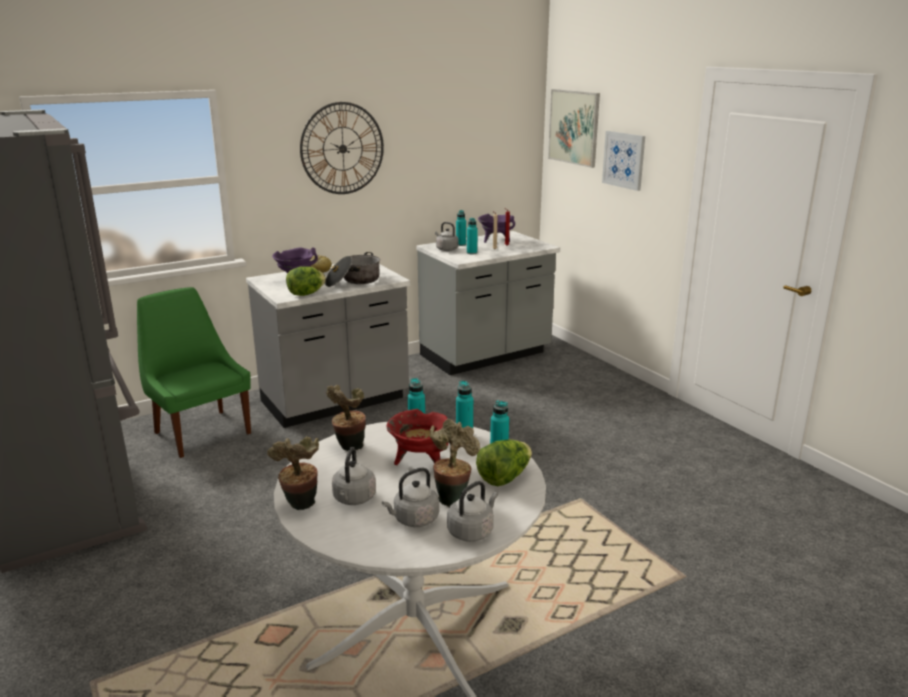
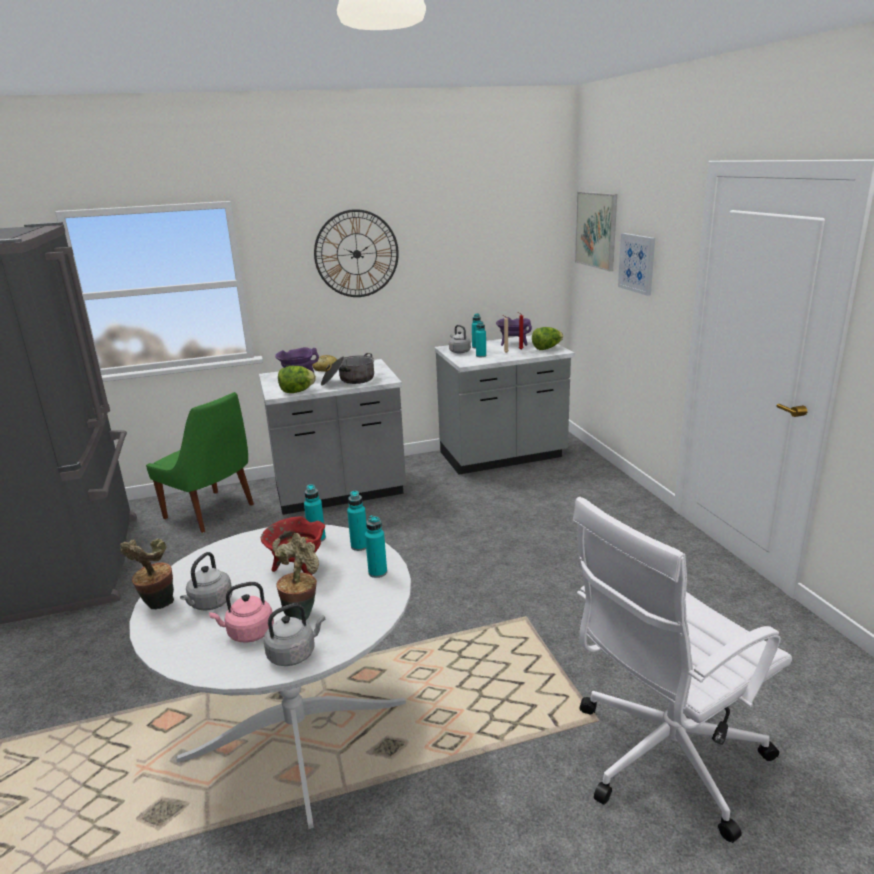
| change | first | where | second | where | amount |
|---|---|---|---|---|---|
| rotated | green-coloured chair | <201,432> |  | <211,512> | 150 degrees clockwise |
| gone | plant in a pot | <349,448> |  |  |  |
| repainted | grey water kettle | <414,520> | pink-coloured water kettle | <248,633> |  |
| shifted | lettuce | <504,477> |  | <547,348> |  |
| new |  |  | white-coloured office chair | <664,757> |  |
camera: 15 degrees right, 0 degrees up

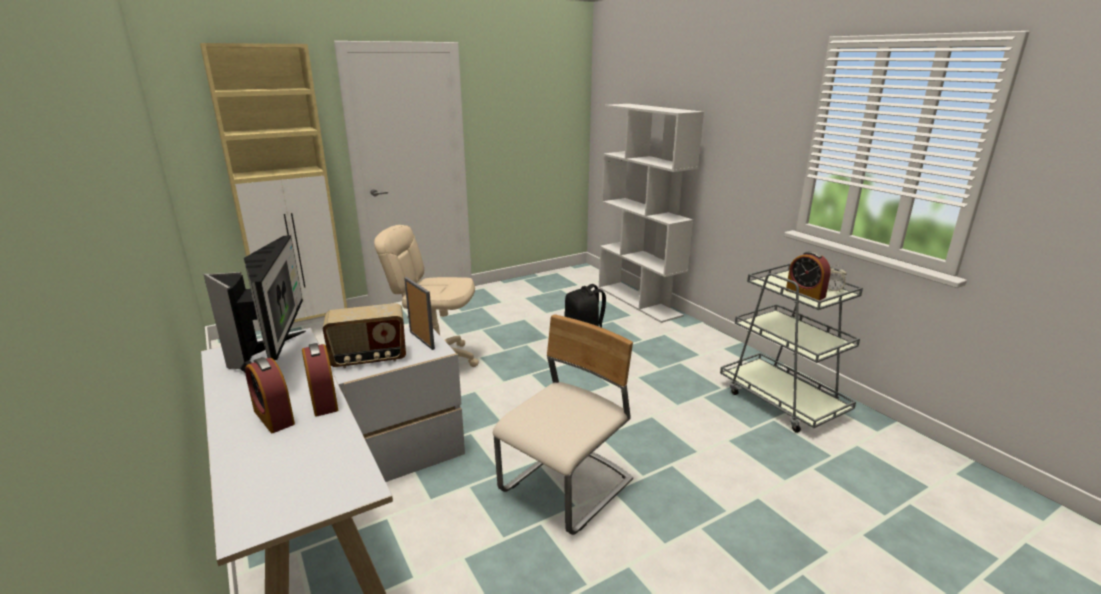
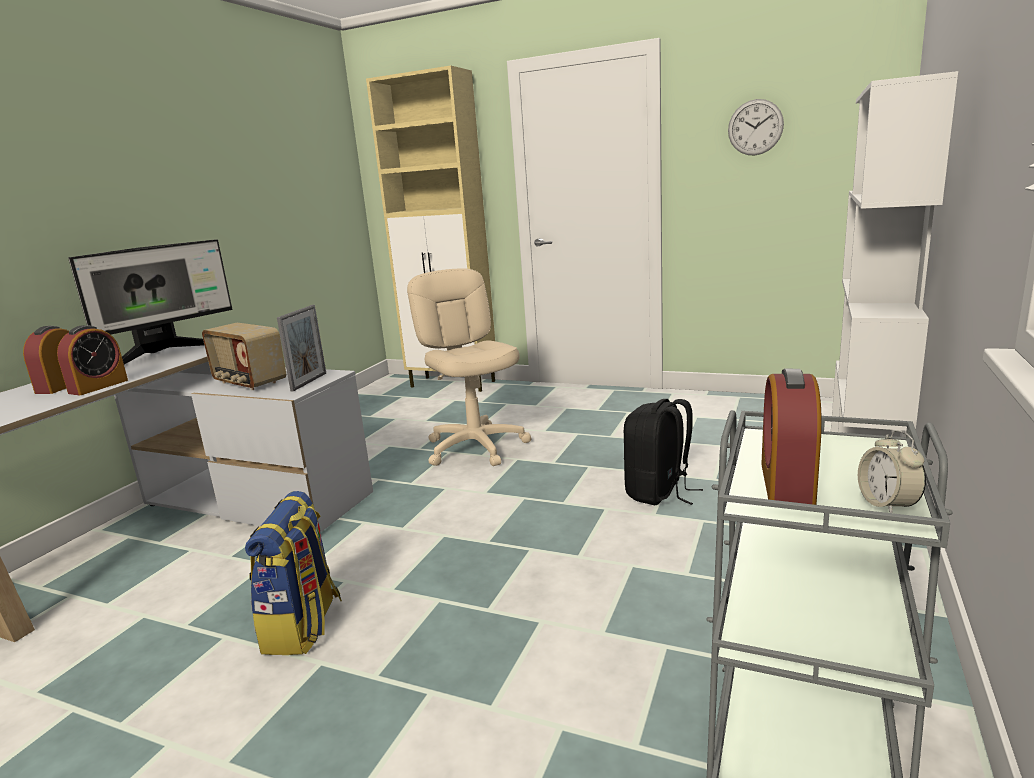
| change | first | where | second | where | amount |
|---|---|---|---|---|---|
| swapped | sand-coloured chair | <567,488> | knapsack | <303,626> |  |
| new |  |  | clock on the wall | <755,127> |  |
camera: 55 degrees right, 5 degrees down

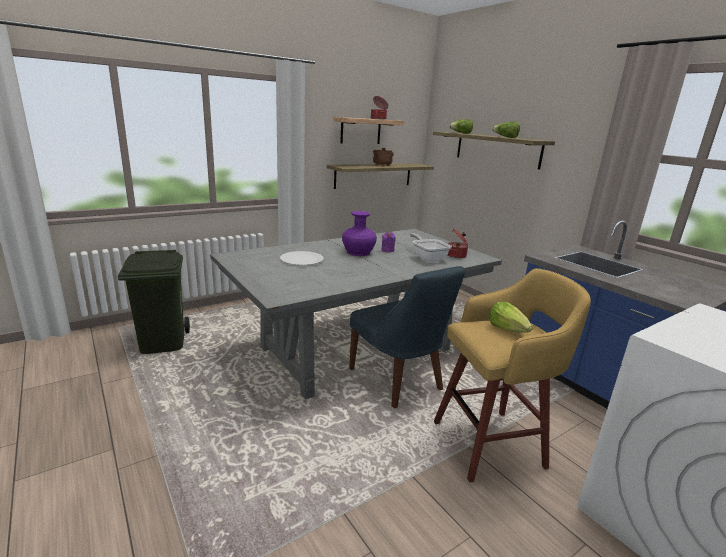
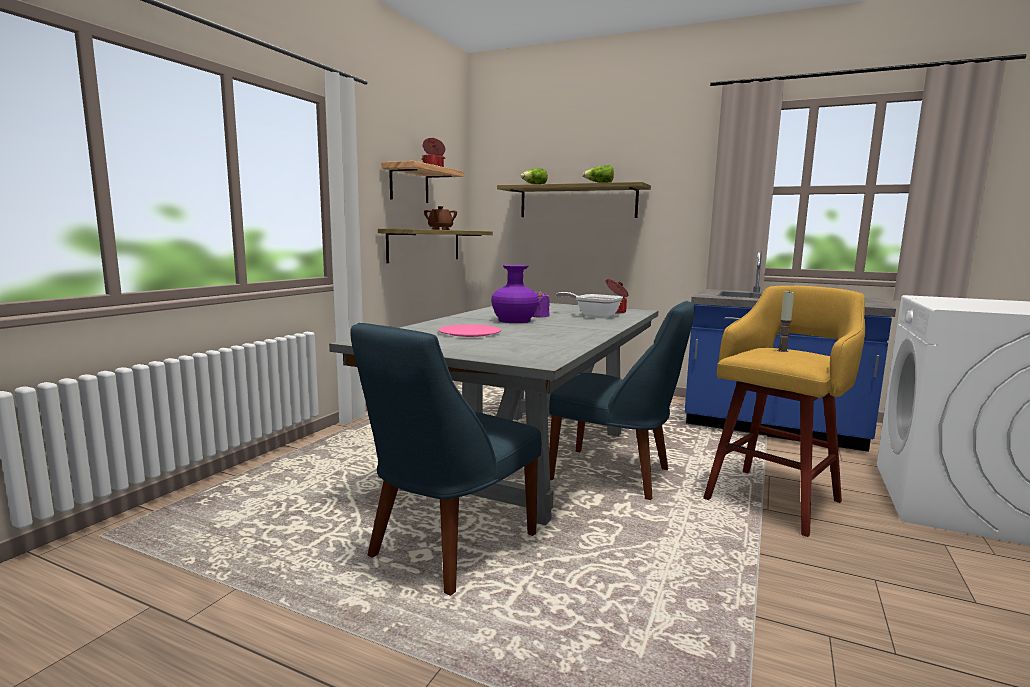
| change | first | where | second | where | amount |
|---|---|---|---|---|---|
| gone | green-coloured rubbish bin | <162,343> |  |  |  |
| repainted | white-coloured dinner plate | <301,260> | pink-coloured dinner plate | <469,333> |  |
| swapped | lettuce | <508,329> | candle | <782,351> |  |
| new |  |  | blue chair | <447,548> |  |
camera: 30 degrees left, 10 degrees down

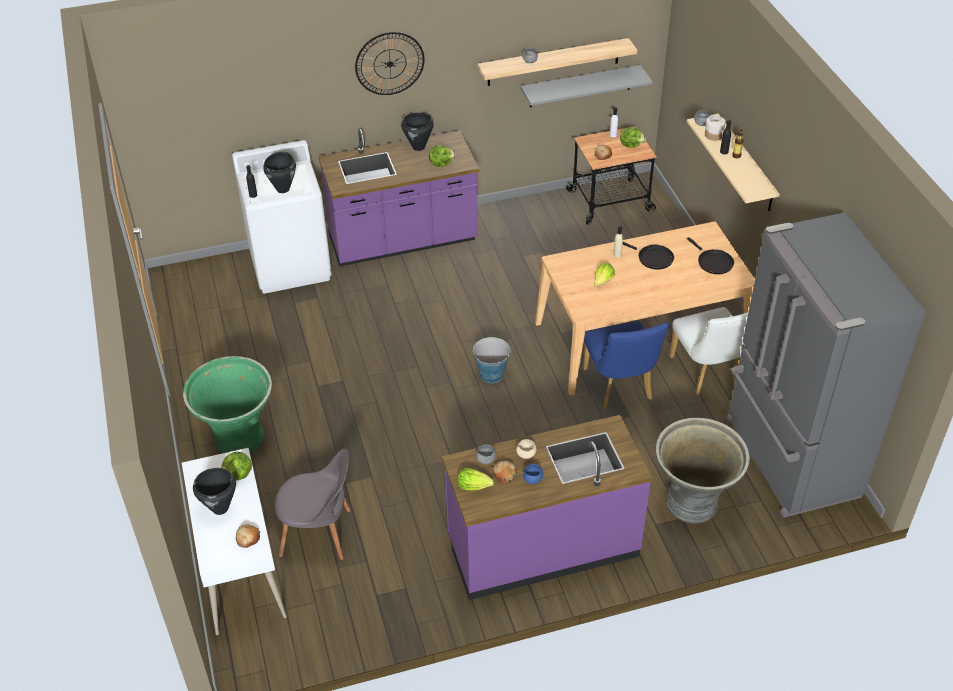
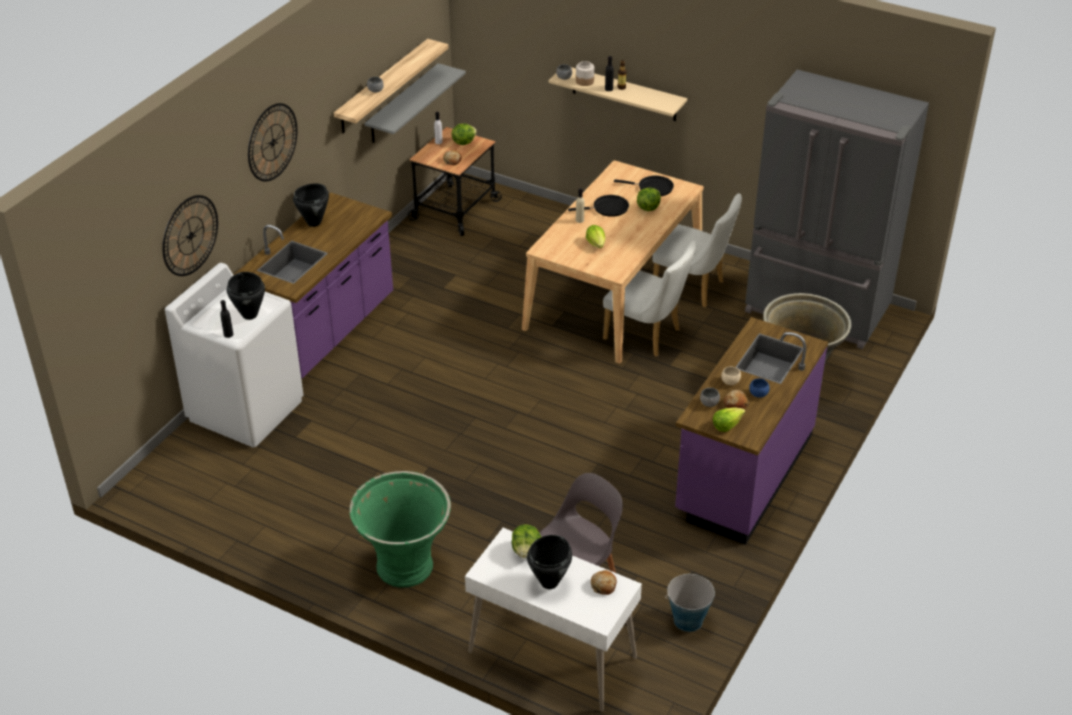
| change | first | where | second | where | amount |
|---|---|---|---|---|---|
| shifted | lettuce | <441,163> |  | <648,207> |  |
| shifted | pail | <491,374> |  | <687,620> |  |
| repainted | blue chair | <620,388> | white-coloured chair | <647,336> |  |
| new |  |  | clock on the wall | <190,235> |  |
camera: 45 degrees left, 5 degrees down

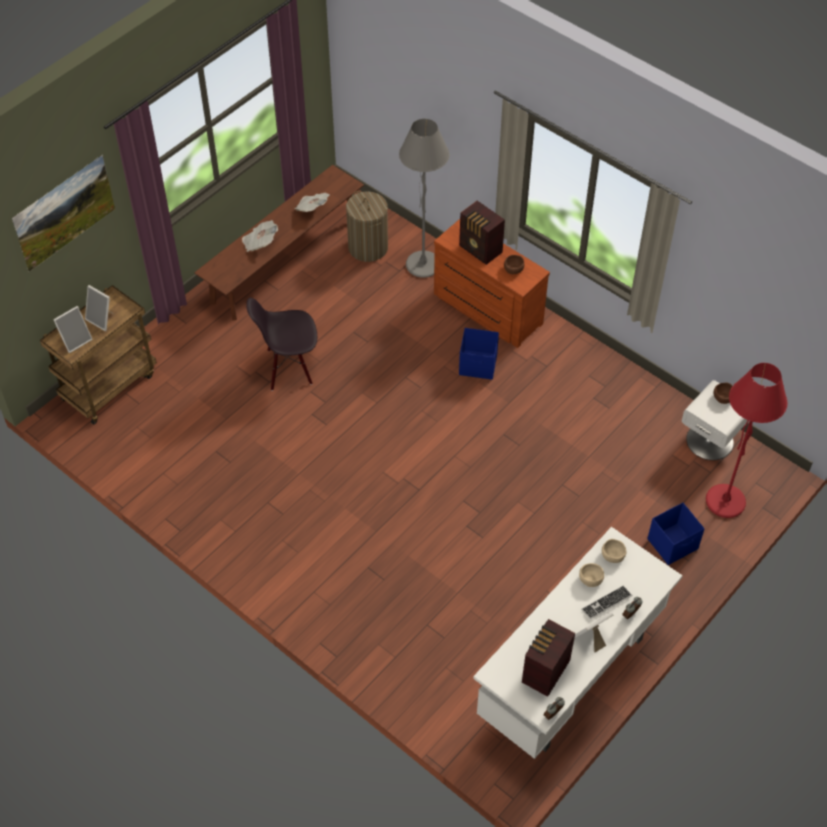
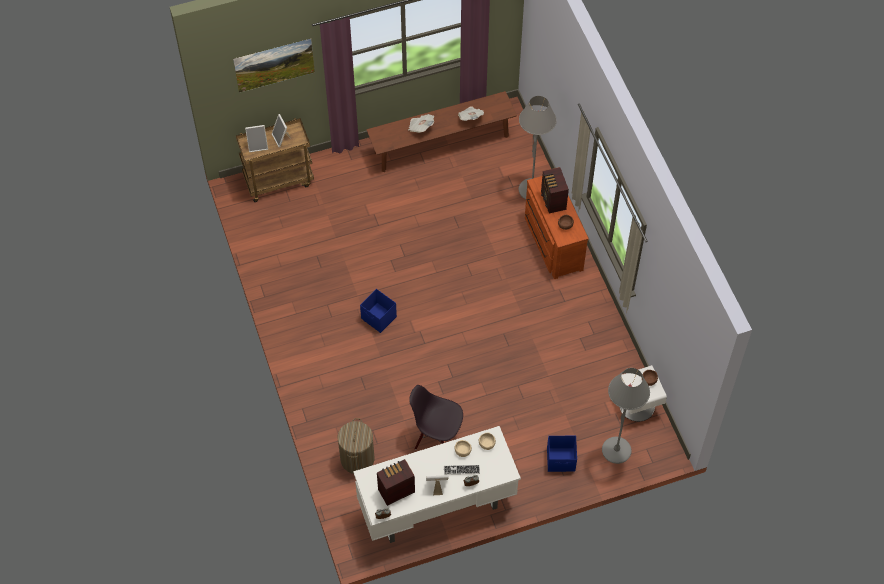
| change | first | where | second | where | amount |
|---|---|---|---|---|---|
| shifted | black-coloured chair | <289,368> |  | <437,437> |  |
| shifted | laundry basket | <368,247> |  | <357,458> |  |
| shifted | blue storage container | <478,365> |  | <379,318> |  |
| repainted | red standing lamp | <725,501> | grey standing lamp | <616,450> |  |
camera: 30 degrees right, 5 degrees up

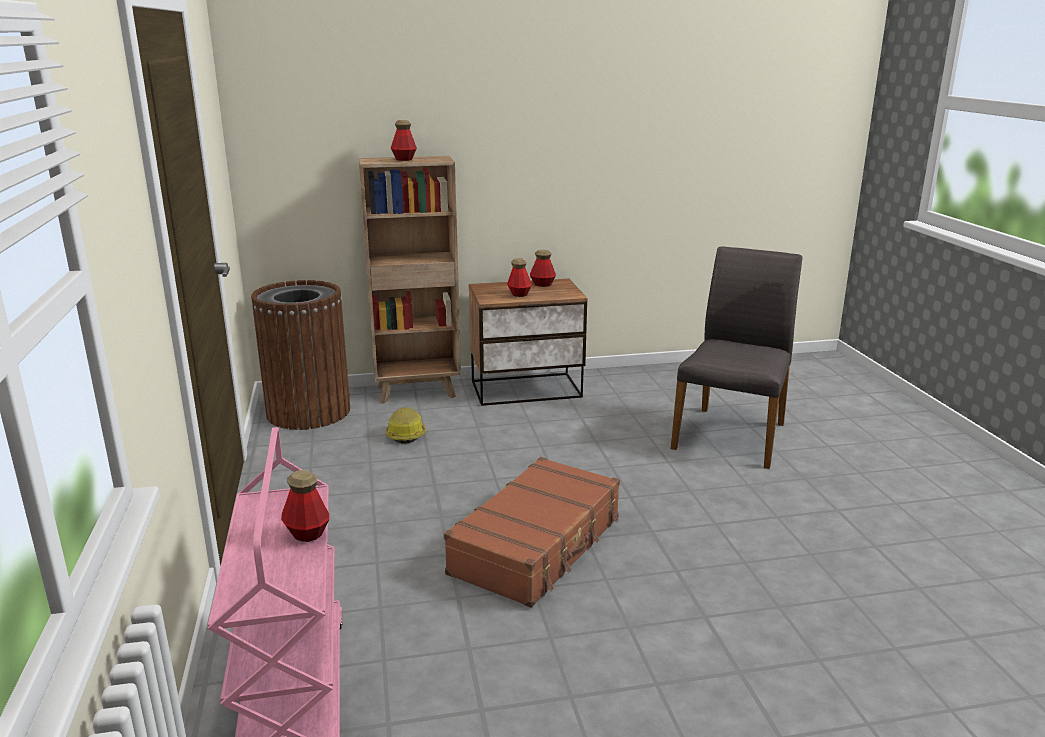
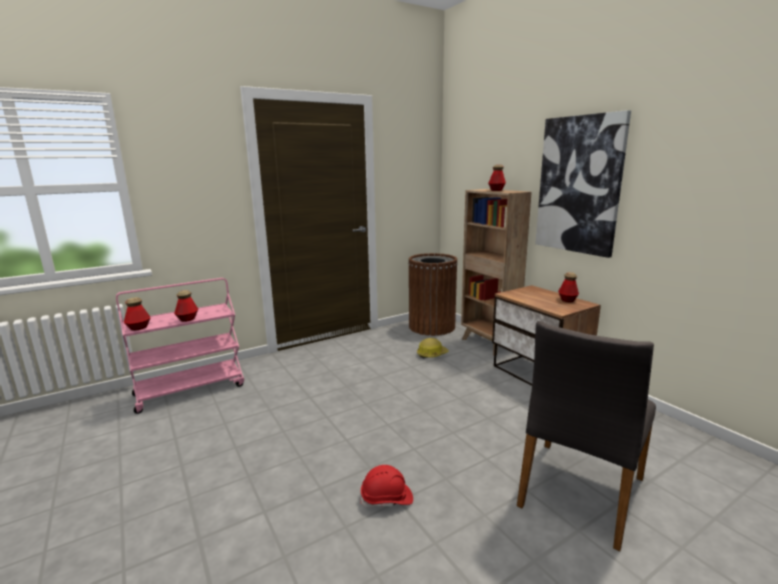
| change | first | where | second | where | amount |
|---|---|---|---|---|---|
| gone | brownish suitcase | <538,545> |  |  |  |
| shifted | drink bottle | <519,294> |  | <138,328> |  |
| rotated | grey chair | <731,435> |  | <579,491> | 120 degrees clockwise |
| new |  |  | red hard hat | <387,499> |  |
| new |  |  | wall art | <579,185> |  |
camera: 70 degrees right, 5 degrees down

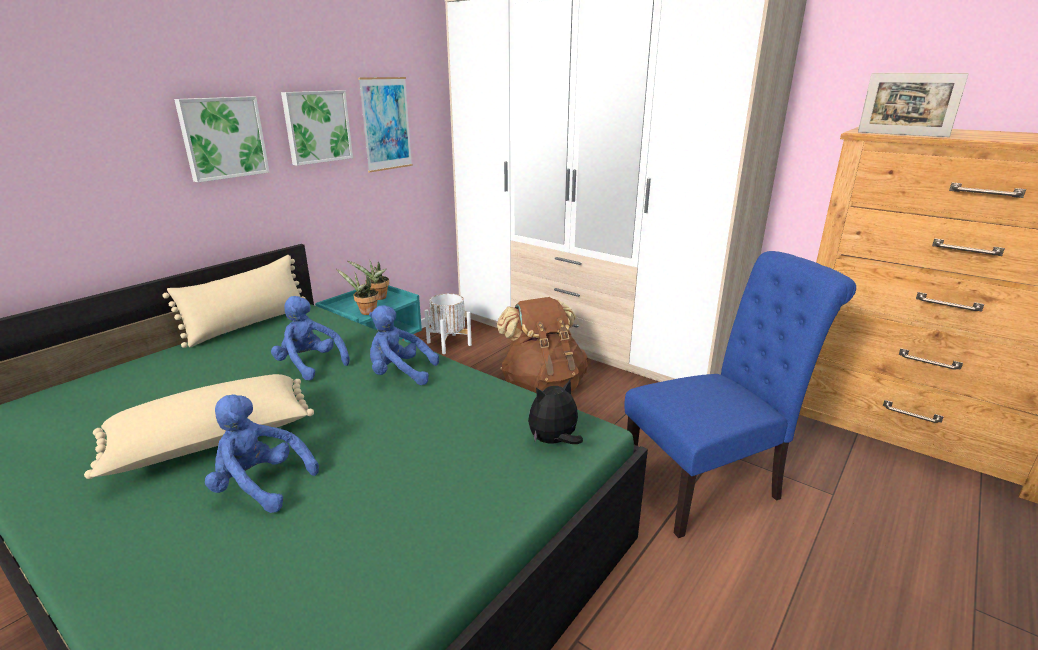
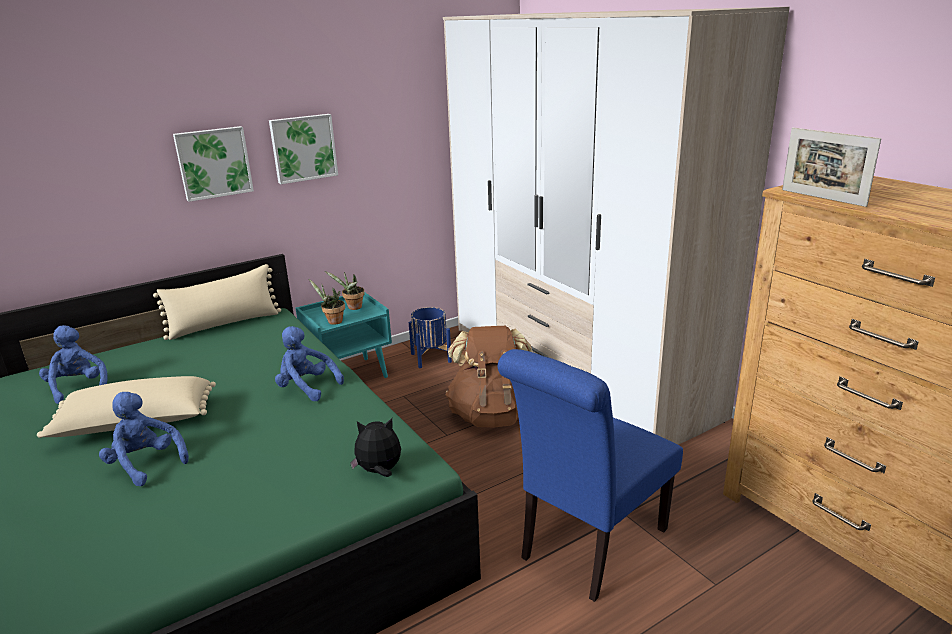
| change | first | where | second | where | amount |
|---|---|---|---|---|---|
| shifted | blue soft toy | <310,365> |  | <78,388> |  |
| gone | wall art | <386,124> |  |  |  |
| repainted | white-coloured flower pot | <449,343> | blue flower pot | <431,357> |  |
| rotated | blue chair | <710,486> |  | <588,547> | 135 degrees clockwise |
camera: 20 degrees right, 0 degrees up

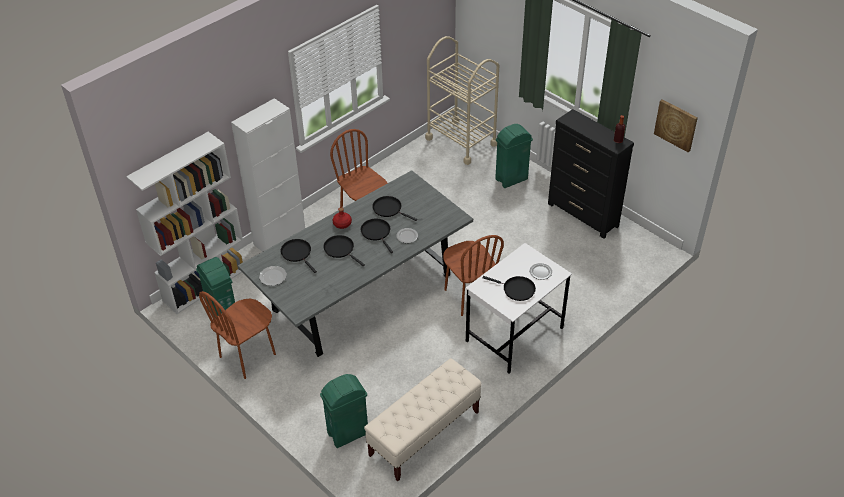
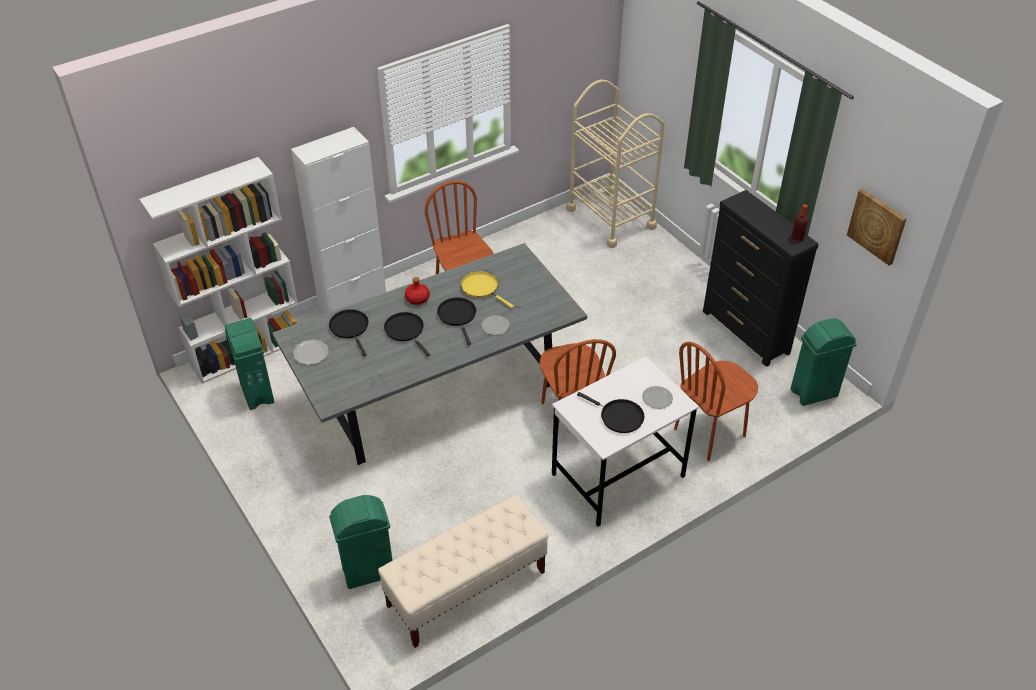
| change | first | where | second | where | amount |
|---|---|---|---|---|---|
| shifted | brownish chair | <248,356> |  | <710,433> |  |
| repainted | black-coloured skillet | <389,209> | yellow skillet | <482,288> |  |
| shifted | green-coloured rubbish bin | <511,179> |  | <813,393> |  |
camera: 10 degrees right, 0 degrees up

